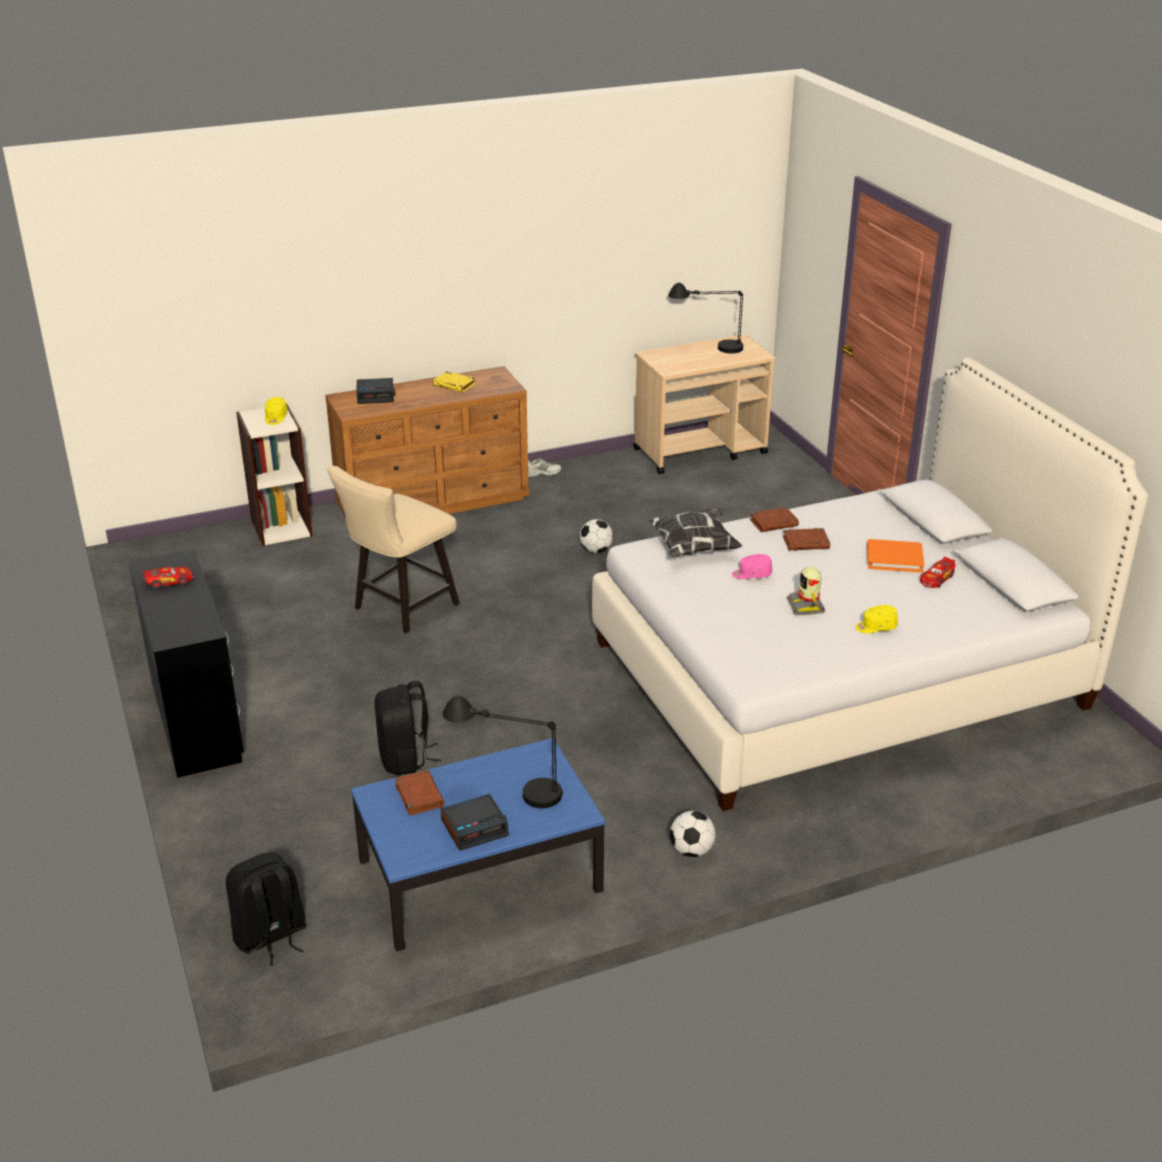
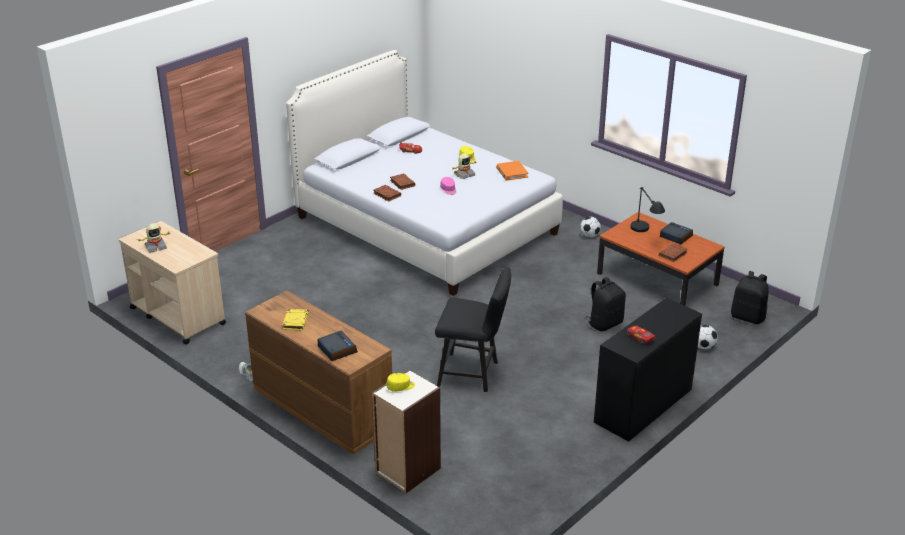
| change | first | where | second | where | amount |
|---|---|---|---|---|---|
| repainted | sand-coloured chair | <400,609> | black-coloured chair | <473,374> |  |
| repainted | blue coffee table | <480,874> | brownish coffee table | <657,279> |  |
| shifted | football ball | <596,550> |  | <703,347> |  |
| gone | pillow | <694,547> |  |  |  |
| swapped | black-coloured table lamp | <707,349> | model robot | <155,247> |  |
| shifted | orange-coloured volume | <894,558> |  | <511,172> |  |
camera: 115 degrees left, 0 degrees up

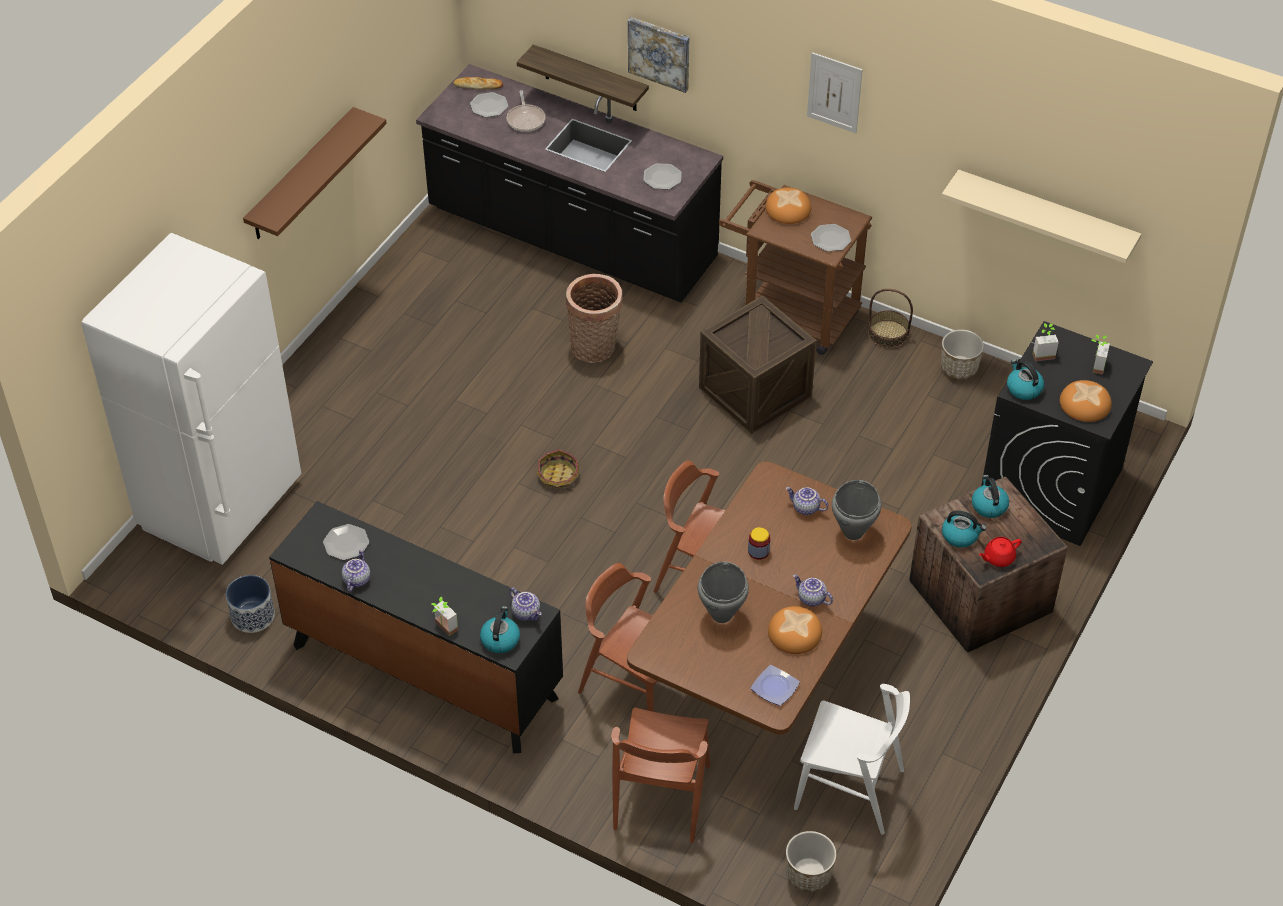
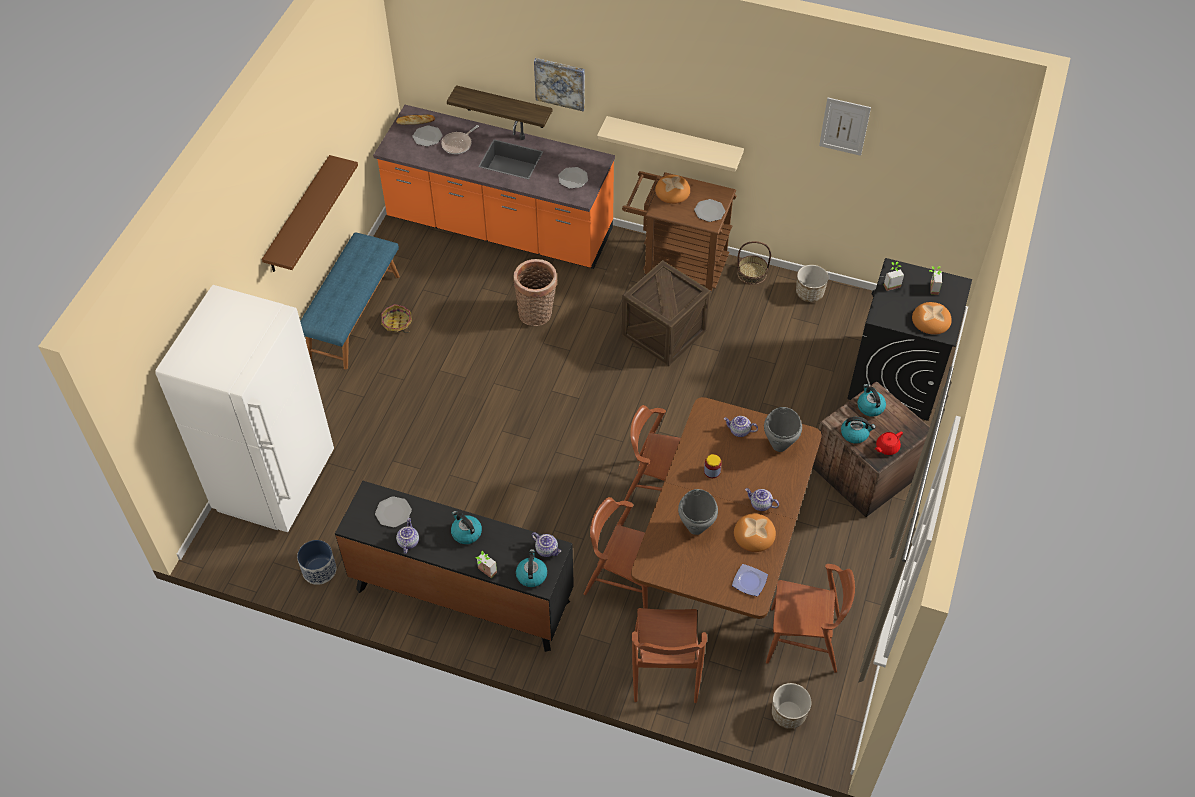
| change | first | where | second | where | amount |
|---|---|---|---|---|---|
| repainted | black-coloured kitchen counter | <571,236> | orange-coloured kitchen counter | <499,227> |  |
| rotated | skillet | <526,119> |  | <458,144> | 60 degrees clockwise |
| shifted | household basket | <558,476> |  | <397,324> |  |
| repainted | white-coloured chair | <849,789> | brownish chair | <803,640> |  |
| shifted | wall art | <834,92> |  | <844,126> |  |
| shifted | sand-coloured wall shelf | <1045,216> |  | <674,142> |  |
| shifted | water kettle | <1023,388> |  | <466,533> |  |
| new |  |  | blue bench | <353,315> |  |
camera: 10 degrees left, 5 degrees up

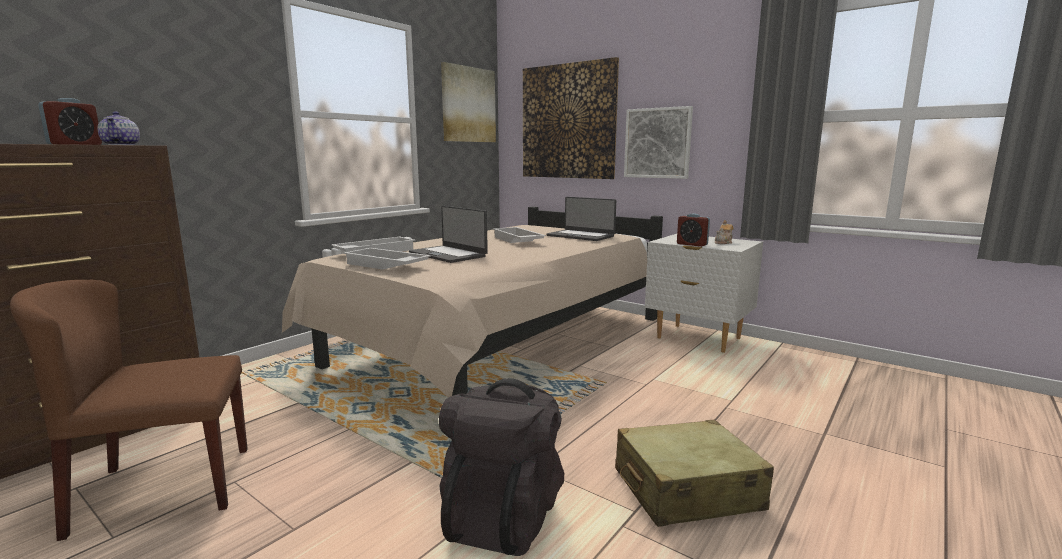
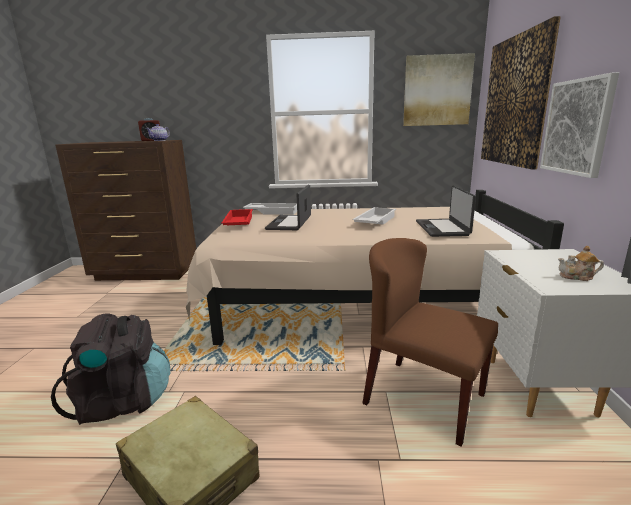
| change | first | where | second | where | amount |
|---|---|---|---|---|---|
| shifted | brownish chair | <163,489> |  | <423,398> |  |
| repainted | white-coloured serving tray | <385,265> | red serving tray | <238,223> |  |
| gone | table clock | <692,244> |  |  |  |
camera: 55 degrees right, 5 degrees up

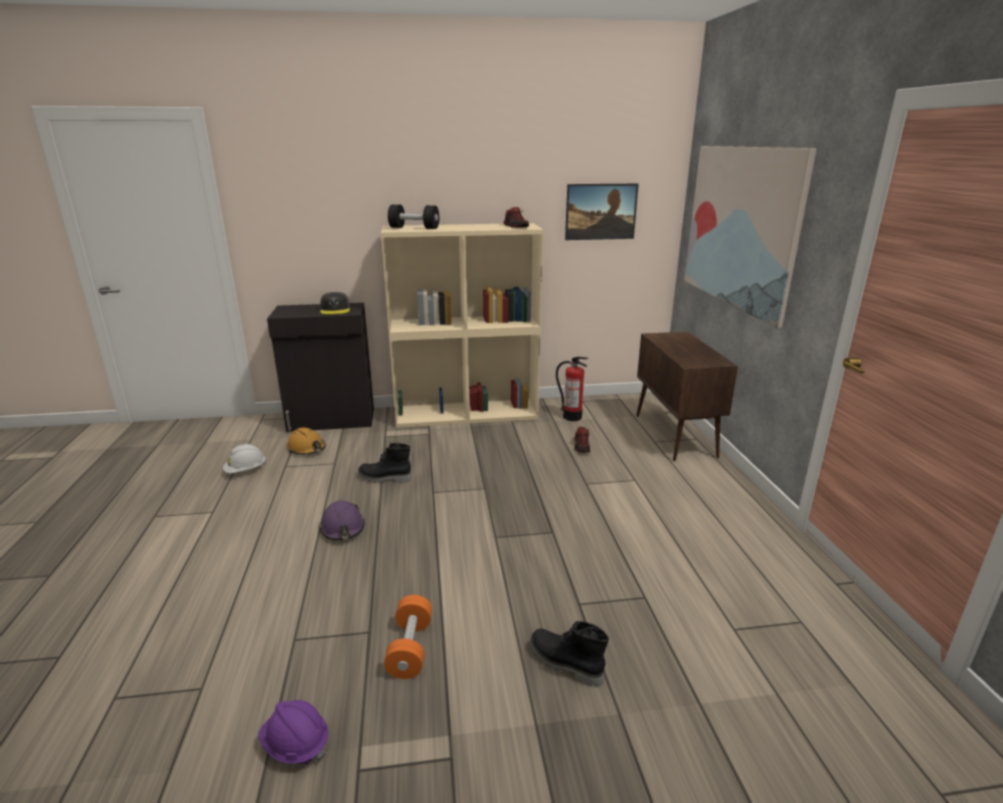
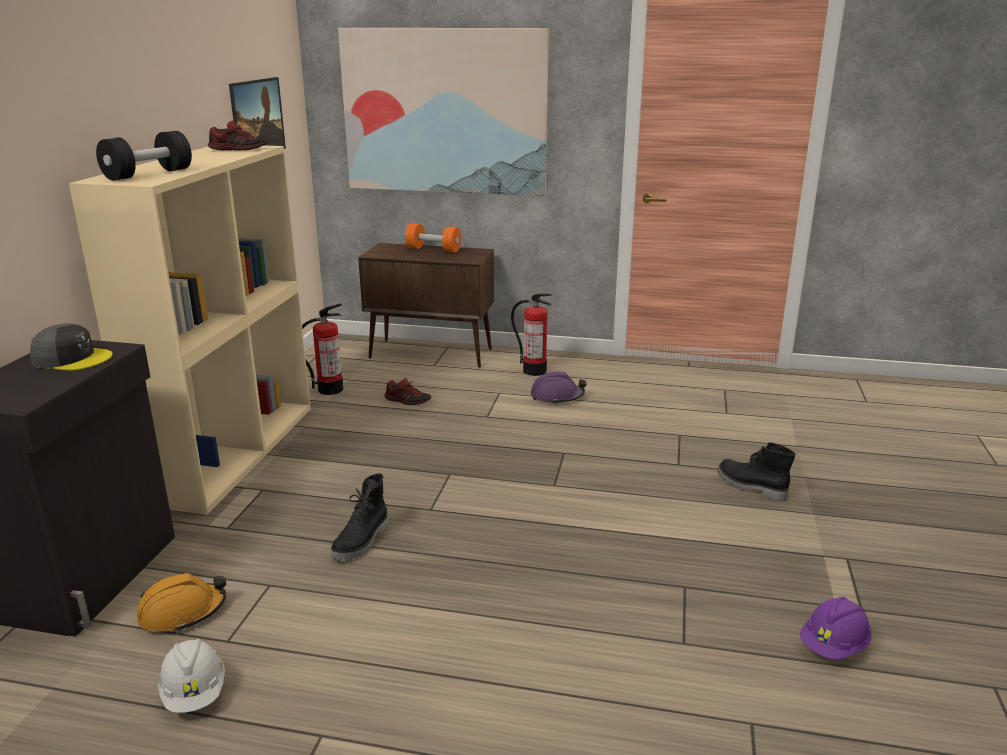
| change | first | where | second | where | amount |
|---|---|---|---|---|---|
| shifted | purple-coloured hard hat | <342,528> |  | <557,397> |  |
| shifted | orange-coloured dumbbell | <410,648> |  | <433,249> |  |
| rotated | black-coloured tall boot | <564,663> |  | <750,487> | 75 degrees clockwise |
| new |  |  | fire extinguisher | <534,371> |  |
camera: 70 degrees left, 0 degrees up

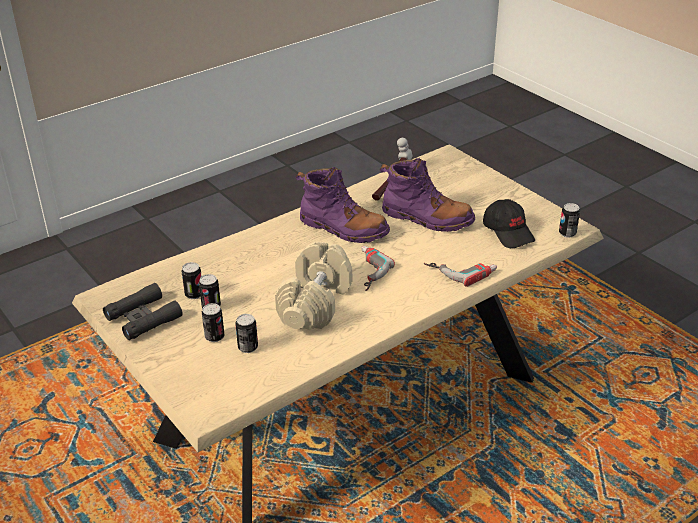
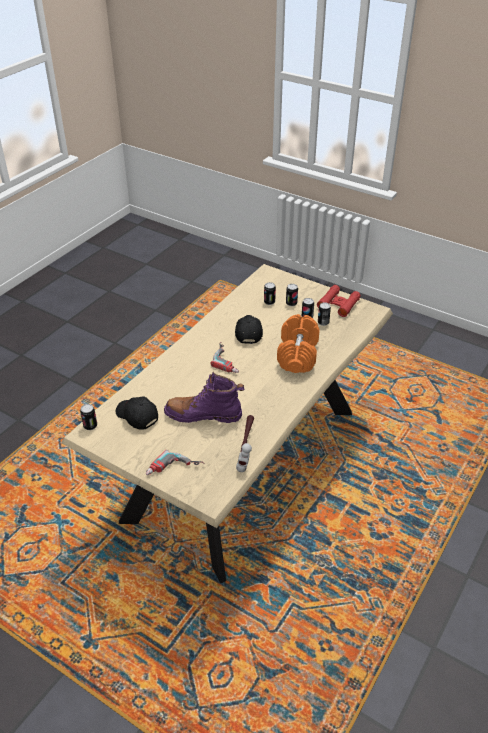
| change | first | where | second | where | amount |
|---|---|---|---|---|---|
| repainted | black-coloured field glasses | <143,318> | red field glasses | <338,304> |  |
| swapped | sand-coloured dumbbell | <315,303> | black-coloured baseball cap | <248,333> |  |
| gone | purple-coloured tall boot | <343,228> |  |  |  |
| shifted | power drill | <461,270> |  | <174,470> |  |
| new |  |  | orange-coloured dumbbell | <297,354> |  |
camera: 160 degrees right, 5 degrees up

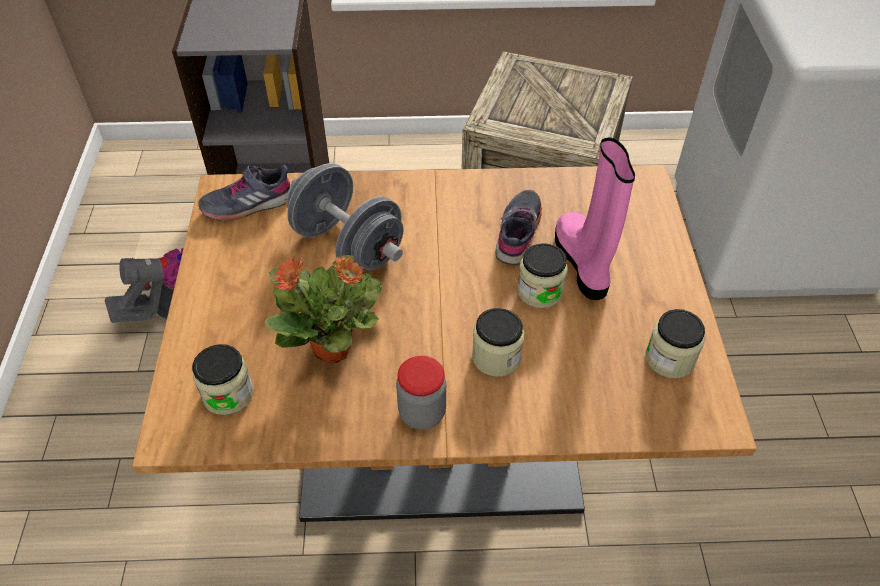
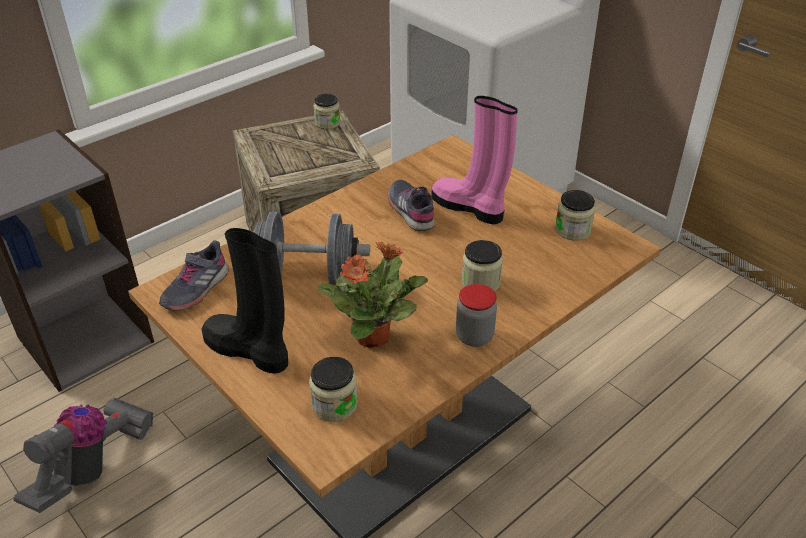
| change | first | where | second | where | amount |
|---|---|---|---|---|---|
| shifted | jar | <540,291> |  | <327,123> |  |
| new |  |  | black-coloured tall boot | <249,351> |  |
camera: 40 degrees left, 10 degrees down

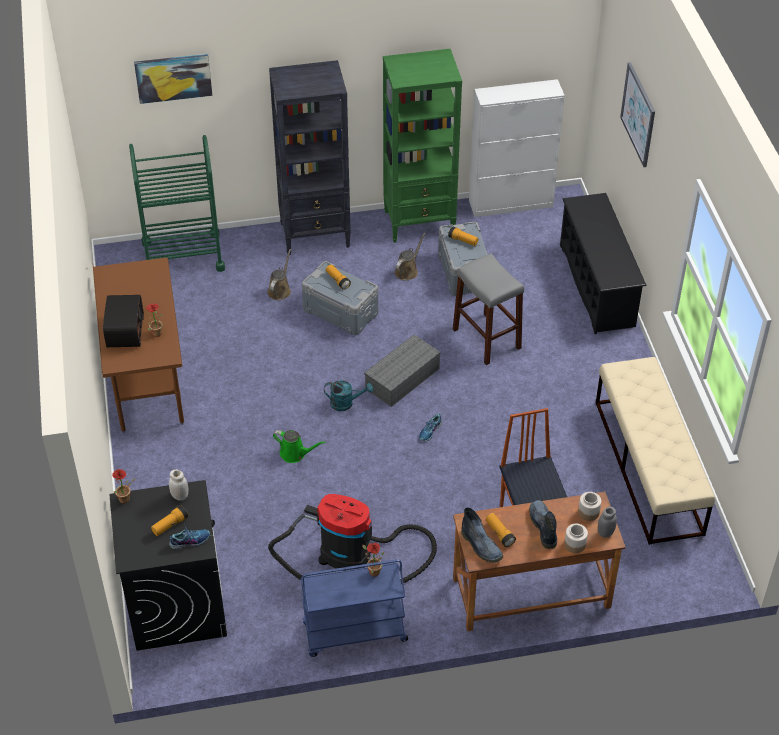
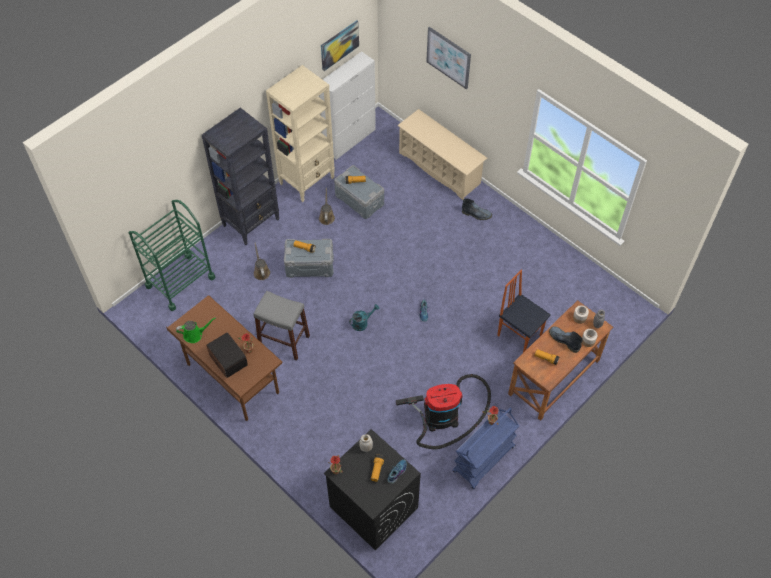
| change | first | where | second | where | amount |
|---|---|---|---|---|---|
| shifted | wall art | <173,77> |  | <339,45> |  |
| shifted | green-coloured watering pot | <295,454> |  | <195,334> |  |
| gone | grey storage container | <402,379> |  |  |  |
| repainted | green-coloured bookcase | <420,223> | sand-coloured bookcase | <307,180> |  |
| shifted | grey sitting stool | <486,339> |  | <284,341> |  |
| shifted | tall boot | <482,546> |  | <477,214> |  |
| repainted | black-coloured shoe shelf | <597,285> | sand-coloured shoe shelf | <440,168> |  |
| gone | sand-coloured bench | <648,467> |  |  |  |
camera: 35 degrees left, 10 degrees up

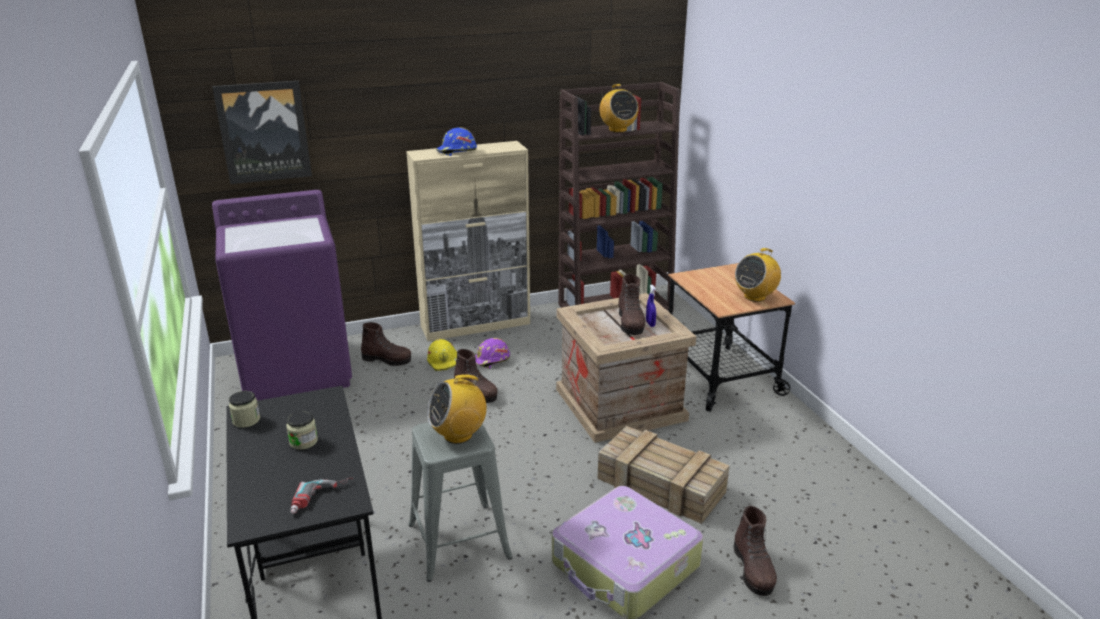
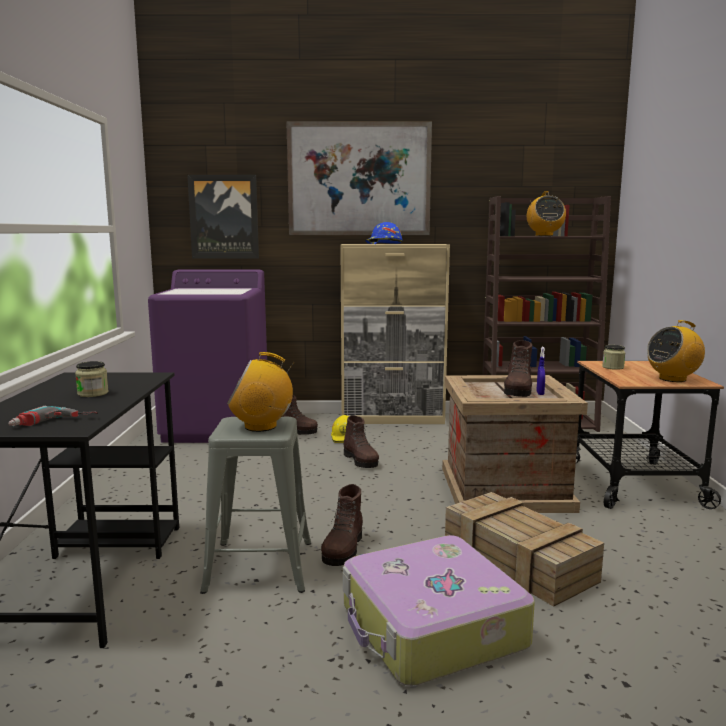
| change | first | where | second | where | amount |
|---|---|---|---|---|---|
| shifted | jar | <246,420> |  | <613,367> |  |
| gone | purple-coloured hard hat | <491,360> |  |  |  |
| shifted | brownish tall boot | <753,570> |  | <343,550> |  |
| new |  |  | wall art | <359,179> |  |
camera: 20 degrees right, 15 degrees down

